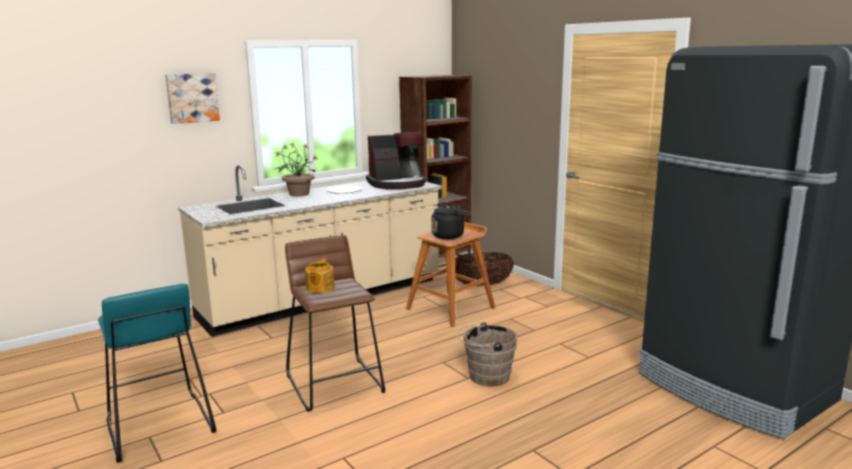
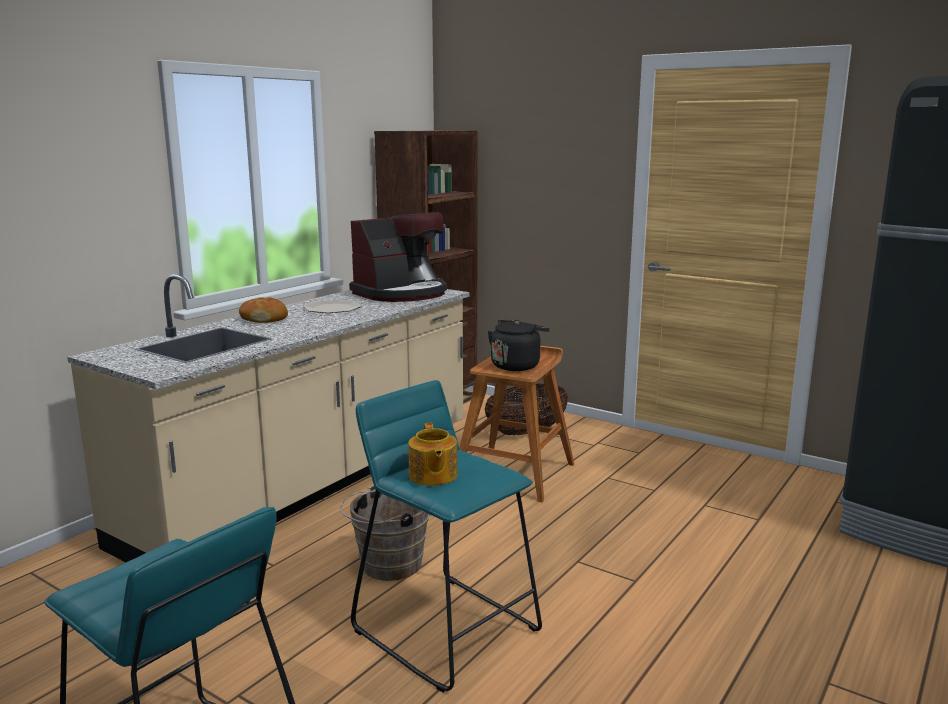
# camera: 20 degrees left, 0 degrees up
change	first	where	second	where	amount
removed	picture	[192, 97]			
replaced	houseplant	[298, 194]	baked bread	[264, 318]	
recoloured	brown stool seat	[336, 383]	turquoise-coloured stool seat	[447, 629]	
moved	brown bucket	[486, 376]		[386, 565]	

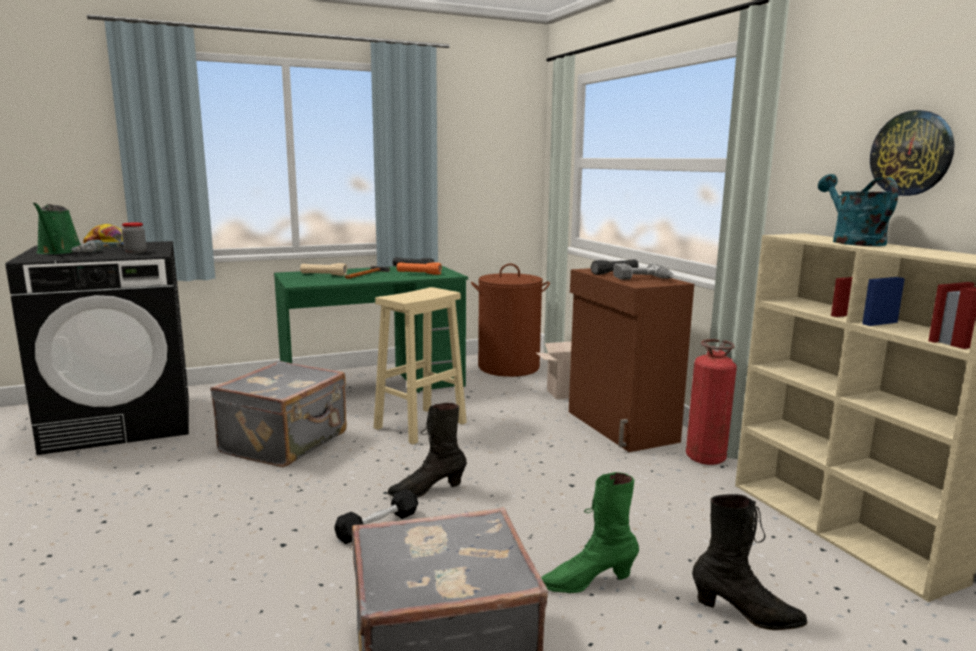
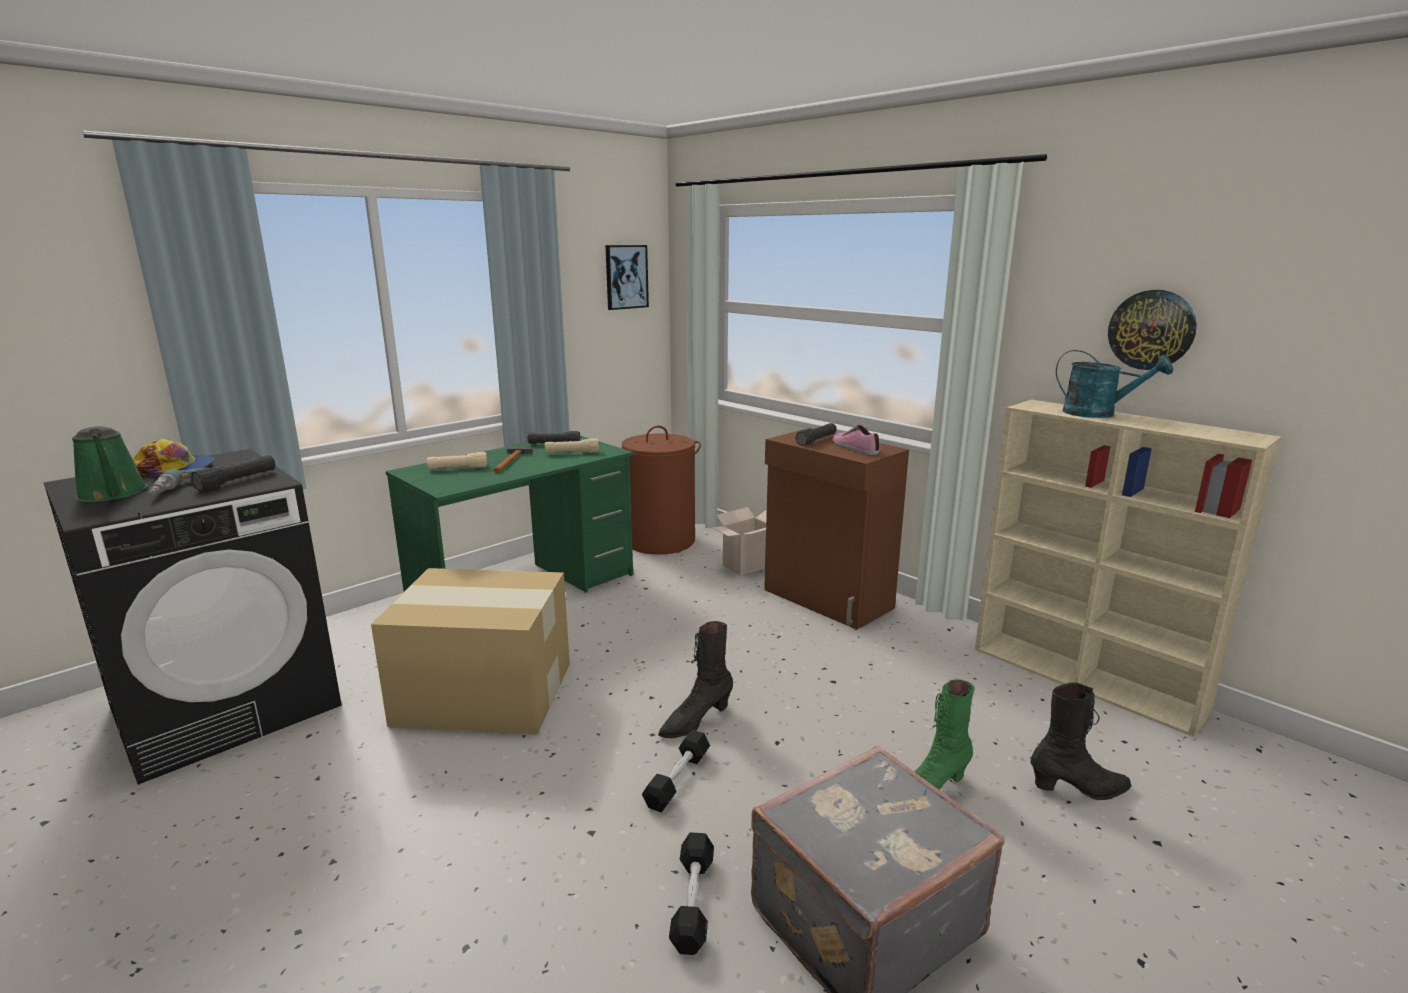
# camera: 20 degrees left, 5 degrees up
change	first	where	second	where	amount
turned	turquoise-coloured watering pot	[851, 241]		[1098, 414]	150 degrees clockwise
replaced	storage jar	[135, 252]	blackish flashlight	[237, 481]	
recoloured	orange-coloured flashlight	[419, 273]	beige-coloured flashlight	[572, 453]	
replaced	power drill	[643, 279]	shoe	[855, 447]	
removed	beige-coloured stool seat	[419, 426]			
removed	fire-fighting cylinder	[705, 458]			
replaced	greyish suitcase	[286, 443]	carton	[482, 692]	
added			picture	[626, 277]	
added			blackish free weight	[692, 902]	

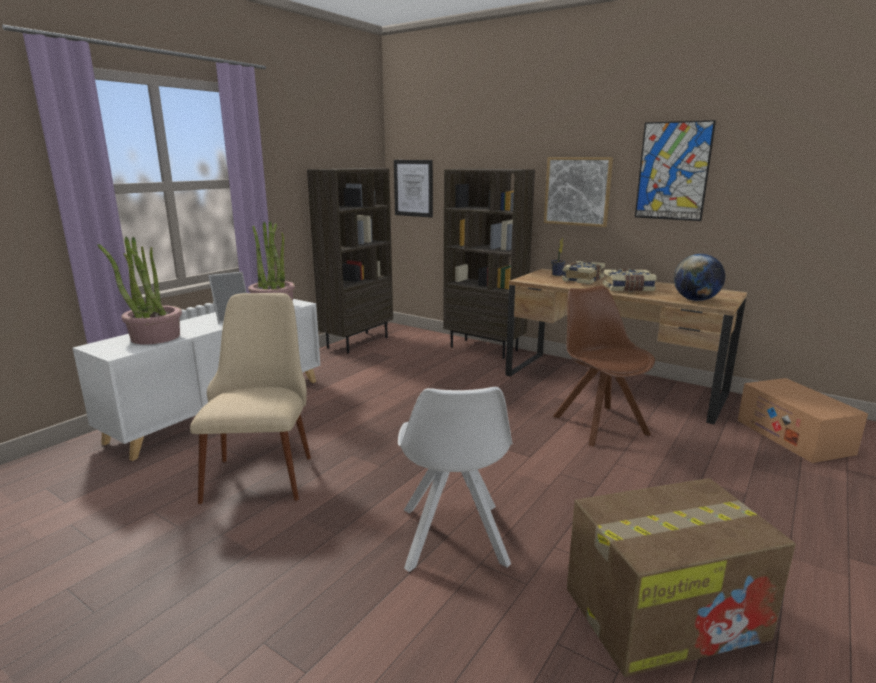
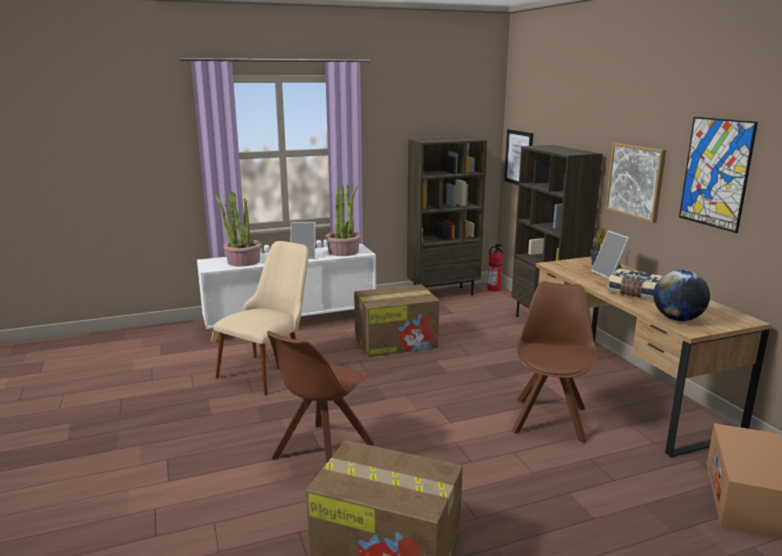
# camera: 35 degrees right, 0 degrees up
change	first	where	second	where	amount
replaced	book	[581, 279]	photo frame	[609, 274]	
recoloured	whitish plain chair	[453, 538]	brown plain chair	[321, 452]	
added			fire-fighting cylinder	[494, 289]	
added			carton	[397, 342]	

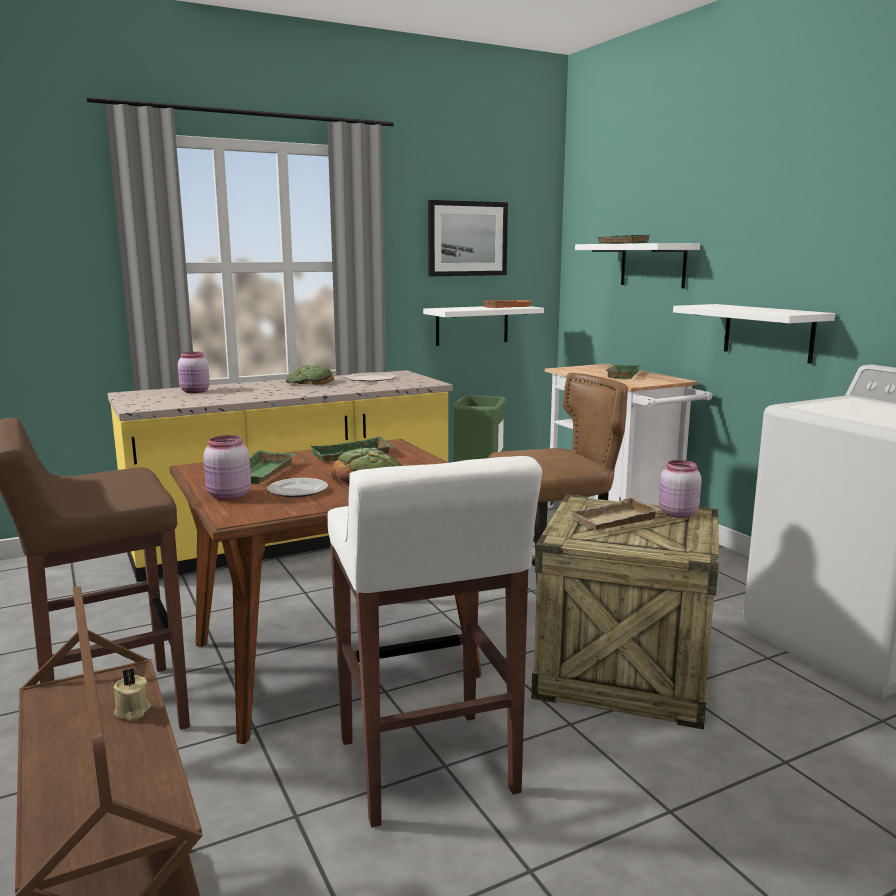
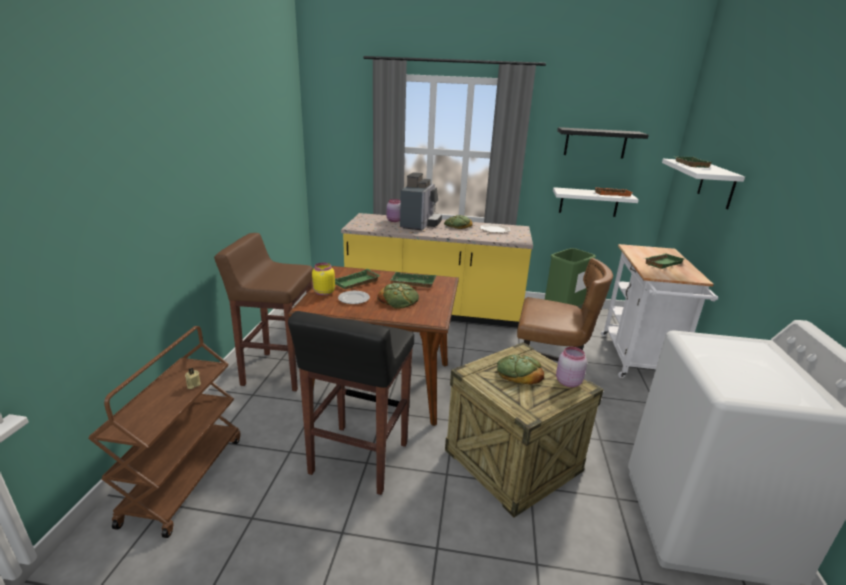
# camera: 35 degrees right, 10 degrees up
change	first	where	second	where	amount
replaced	picture	[467, 238]	blackish bracket shelf	[595, 143]	
removed	whitish bracket shelf	[768, 332]			
recoloured	pink-coloured storage jar	[228, 496]	yellowish storage jar	[323, 293]	
recoloured	whitish stool seat	[427, 768]	blackish stool seat	[358, 459]	
replaced	beige-coloured tray	[615, 521]	baked bread	[519, 372]	
added			coffee brewer	[420, 224]	

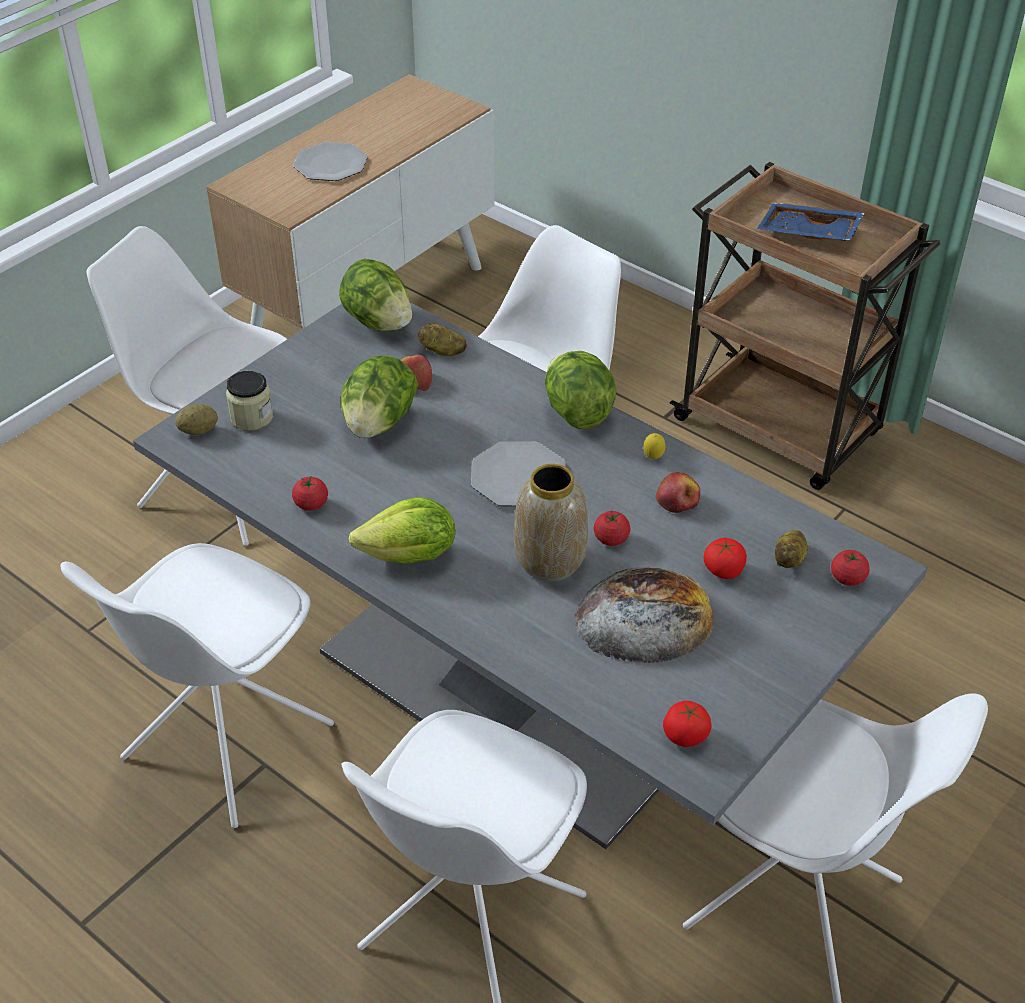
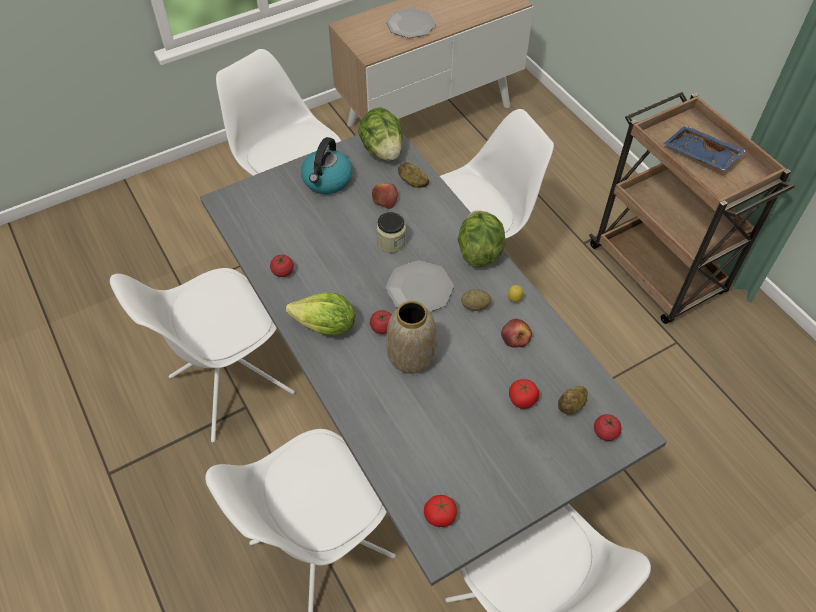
# camera: 20 degrees right, 10 degrees up
change	first	where	second	where	amount
removed	lettuce head	[379, 423]			
moved	storage jar	[252, 417]		[391, 242]	
moved	whole potato	[198, 431]		[475, 306]	
moved	whole tomato	[611, 539]		[382, 327]	
removed	baked bread	[644, 616]			
added			kettle	[327, 180]	

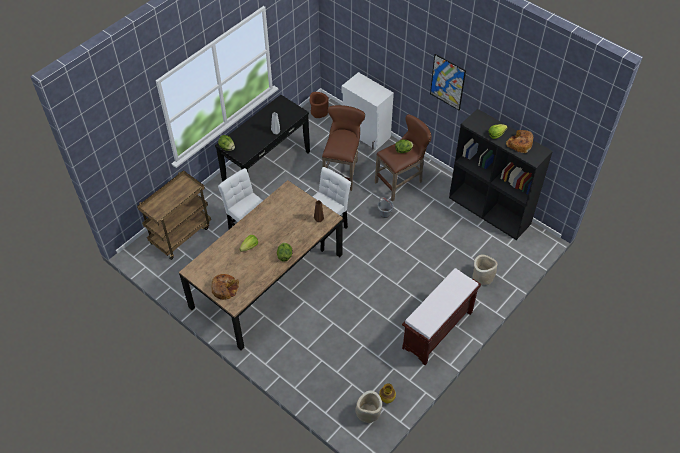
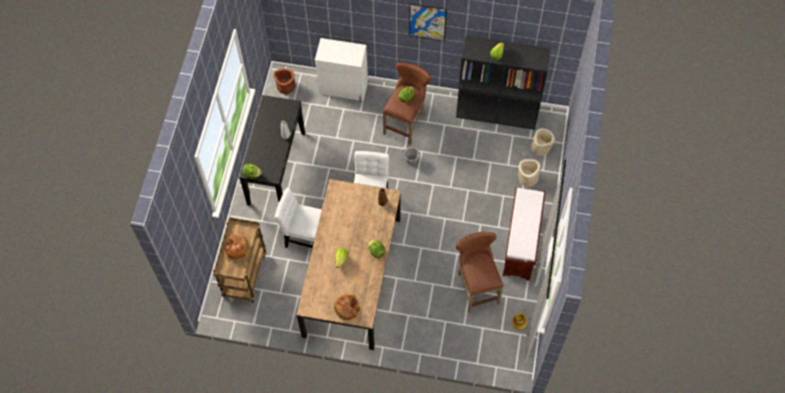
# camera: 30 degrees left, 10 degrees up
change	first	where	second	where	amount
moved	brown stool seat	[342, 171]		[476, 286]	
moved	baked bread	[519, 144]		[236, 248]	
moved	beige-coloured flower pot	[368, 413]		[540, 148]	

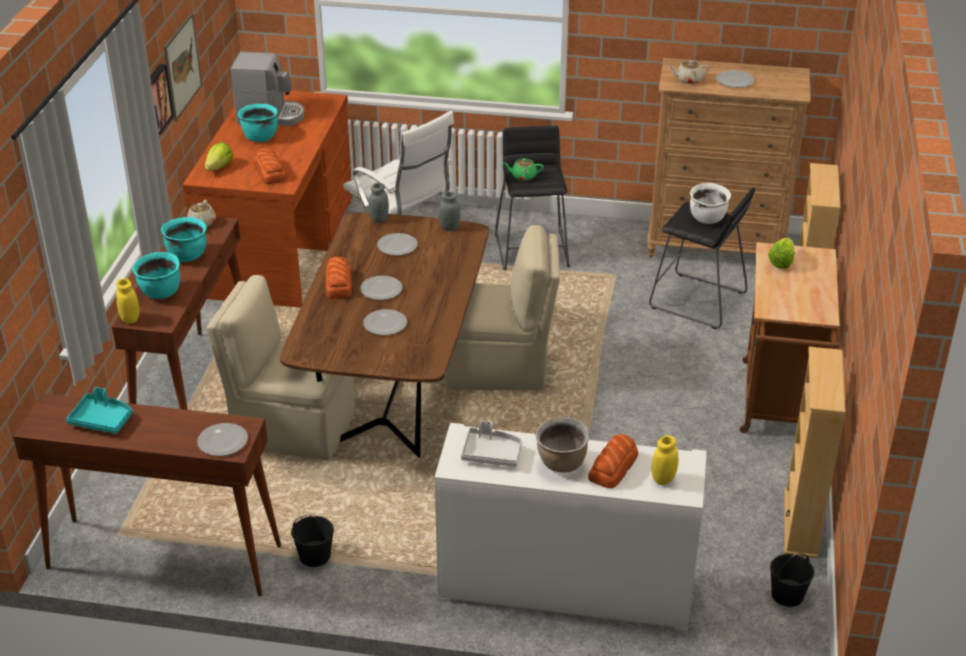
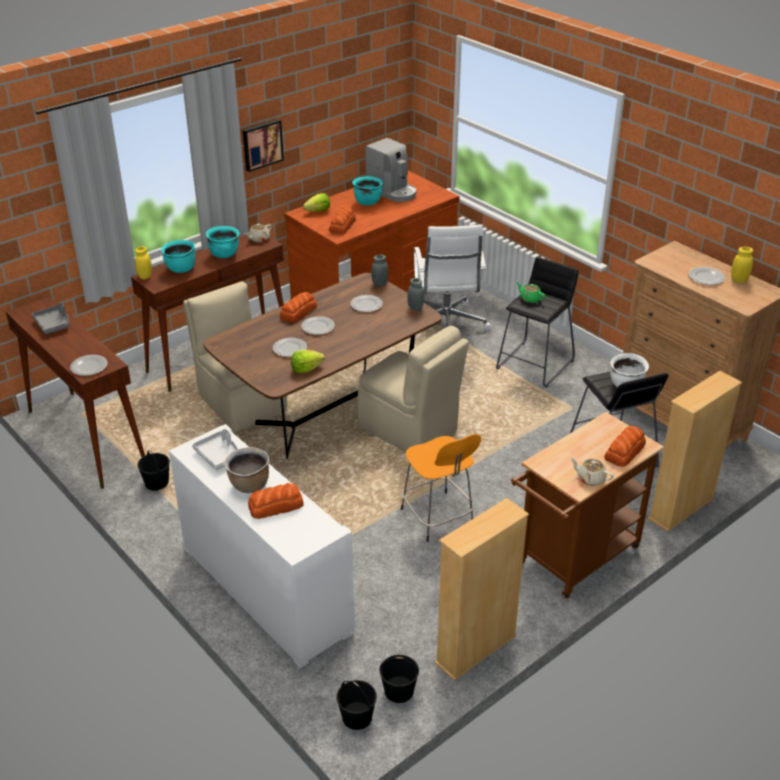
# camera: 40 degrees right, 0 degrees up
change	first	where	second	where	amount
removed	picture	[182, 66]			
moved	beige-coloured teapot	[688, 80]		[590, 478]	
moved	lettuce head	[781, 262]		[306, 369]	
recoloured	turquoise-coloured tray	[102, 420]	greyish tray	[53, 324]	
moved	yellowish storage jar	[663, 479]		[739, 280]	
added			baked bread	[625, 451]	
added			orange-coloured stool seat	[438, 518]	
added			blackish bucket	[356, 717]	

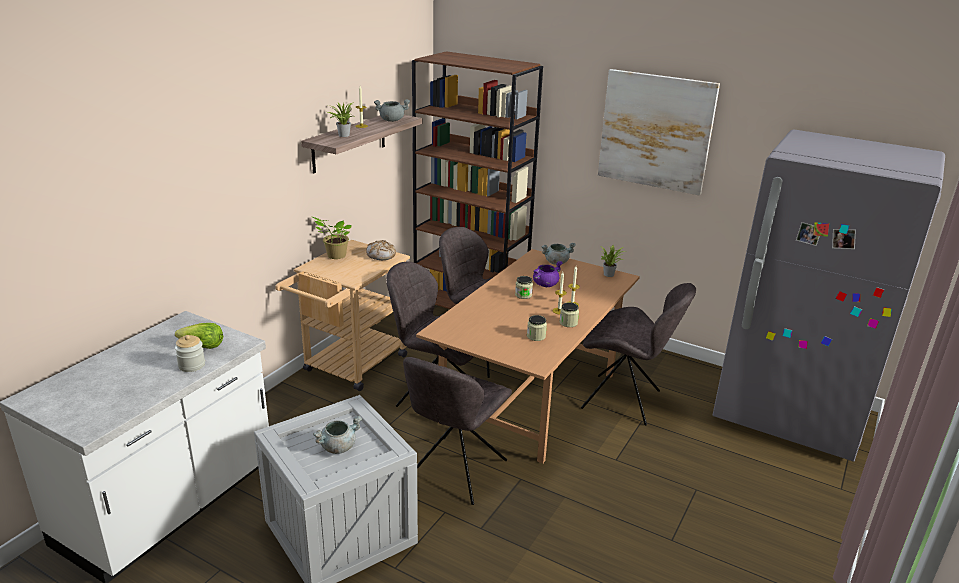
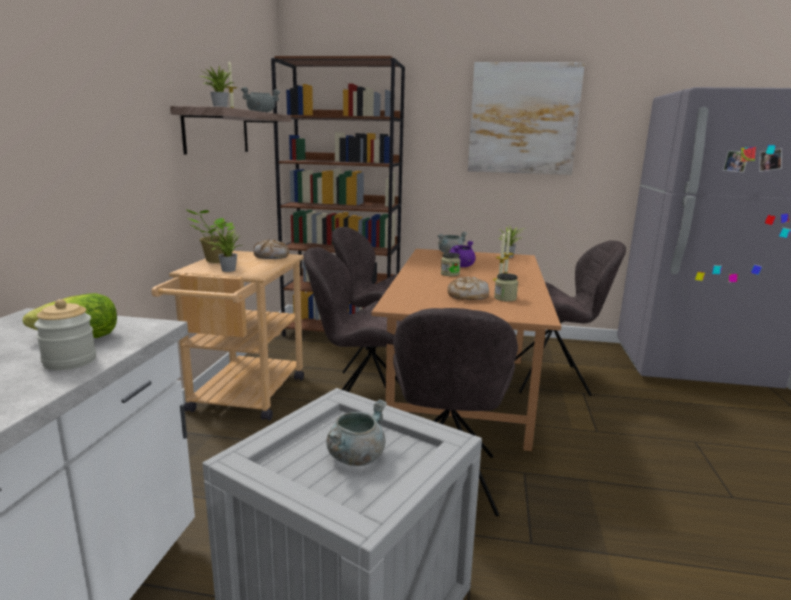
# camera: 20 degrees left, 10 degrees down
change	first	where	second	where	amount
removed	storage jar	[568, 323]			
added			houseplant	[226, 270]	
added			baked bread	[467, 296]	

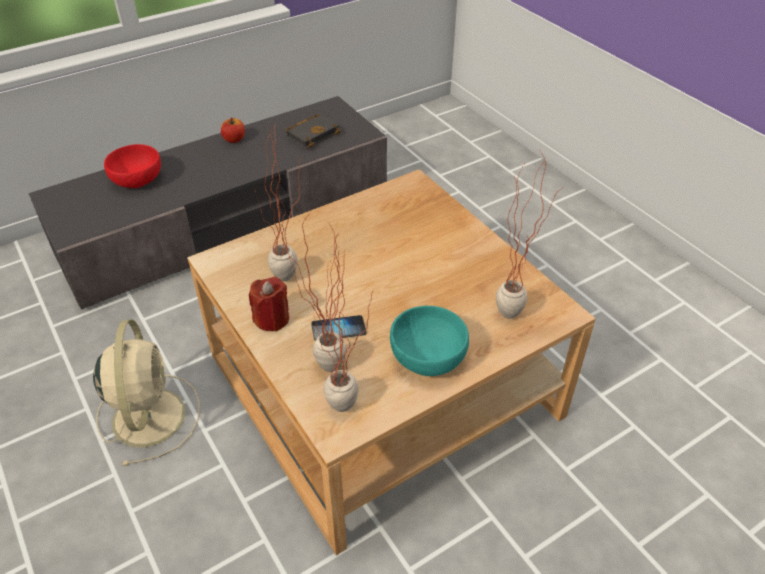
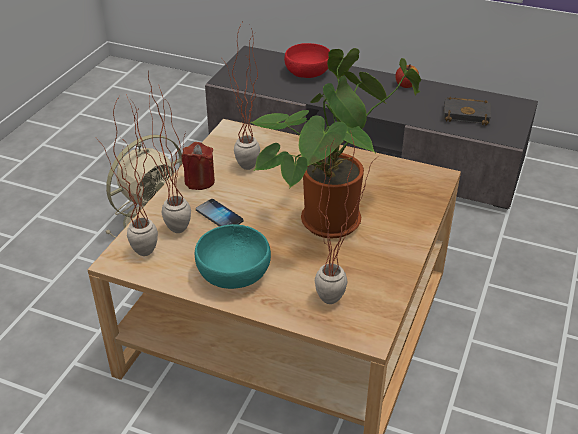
# camera: 55 degrees right, 5 degrees down
change	first	where	second	where	amount
added			houseplant	[331, 217]	

